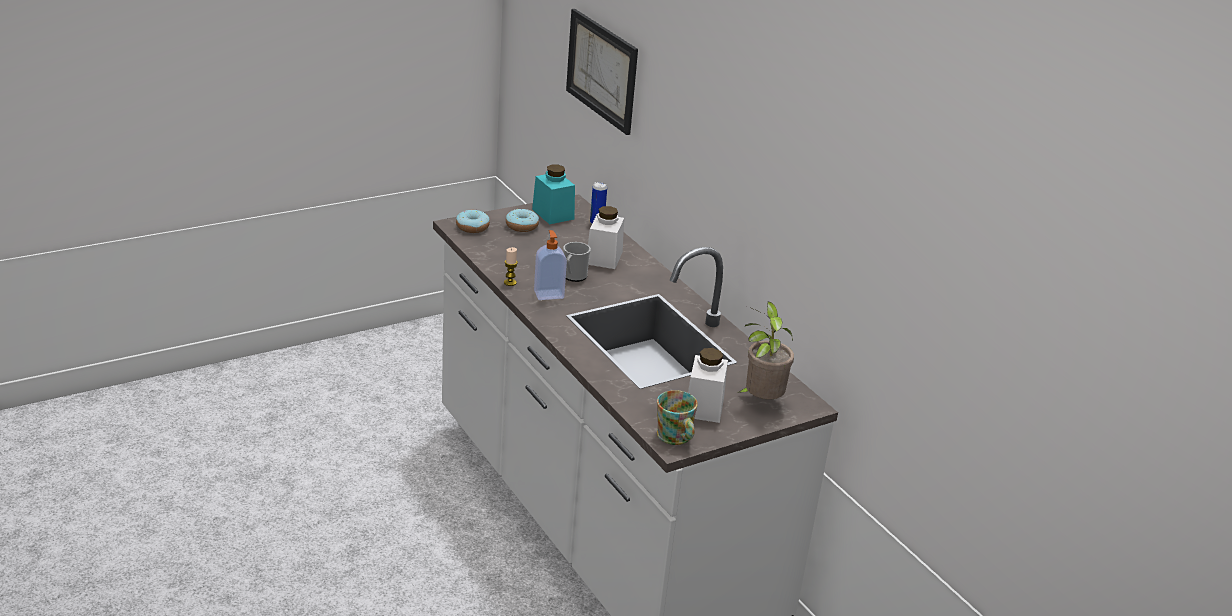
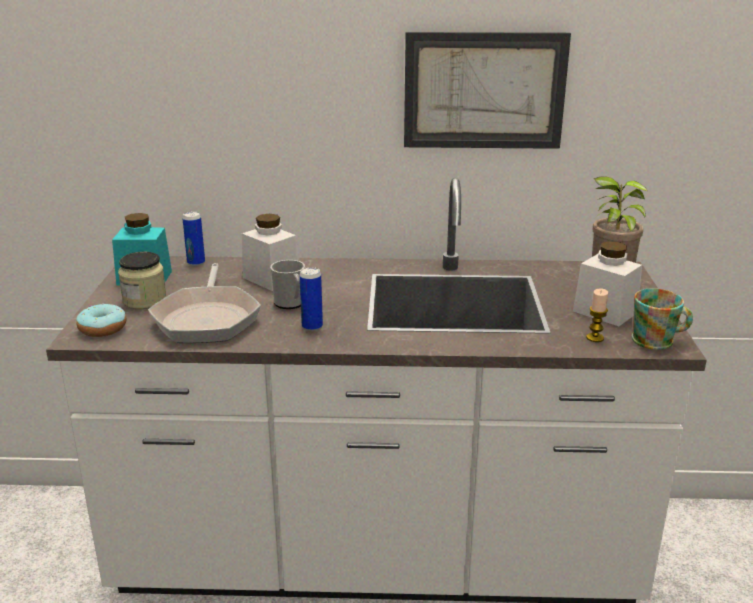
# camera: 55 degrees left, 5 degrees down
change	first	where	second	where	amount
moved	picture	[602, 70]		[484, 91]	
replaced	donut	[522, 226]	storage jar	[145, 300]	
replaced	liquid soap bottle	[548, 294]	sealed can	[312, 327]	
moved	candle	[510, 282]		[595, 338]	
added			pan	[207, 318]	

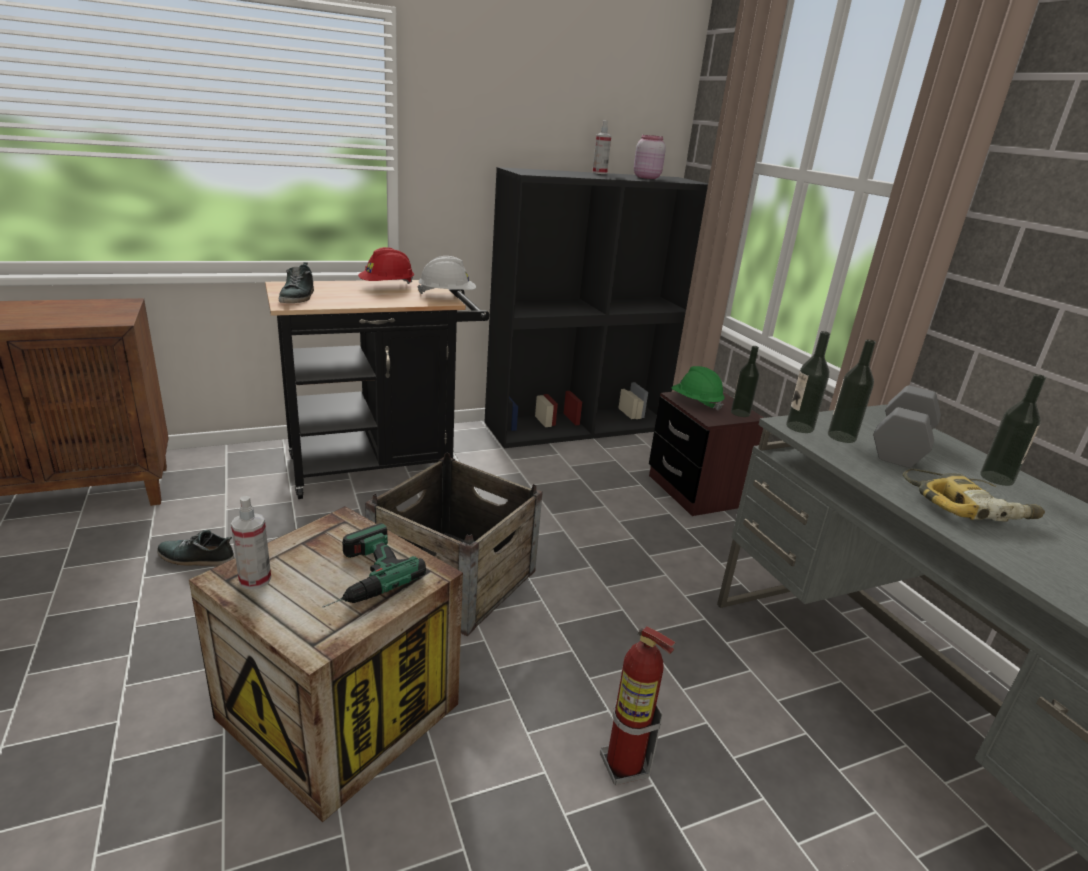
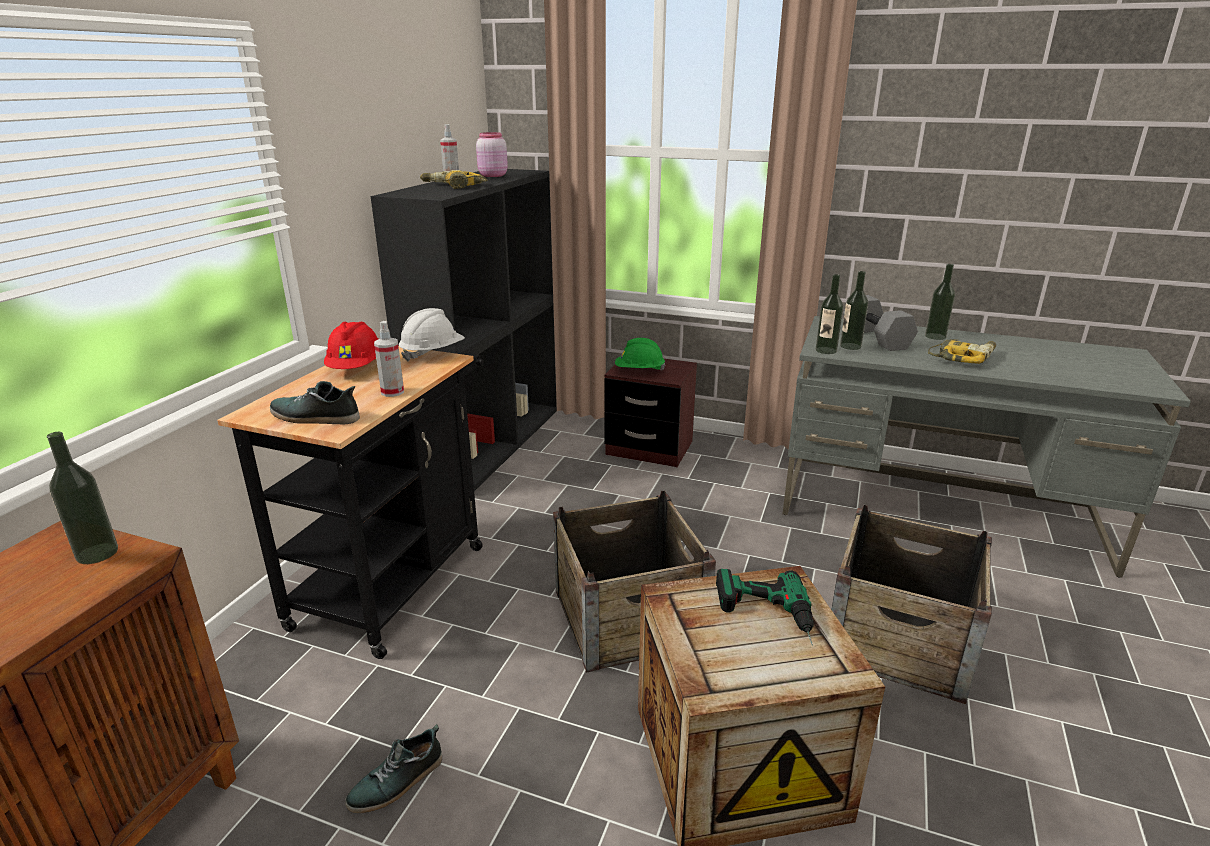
# camera: 45 degrees left, 0 degrees up
change	first	where	second	where	amount
turned	shoe	[298, 296]		[315, 417]	150 degrees clockwise
moved	drink bottle	[740, 413]		[97, 553]	
moved	sprayer	[255, 579]		[392, 392]	
replaced	fire-fighting cylinder	[624, 766]	shipping crate	[899, 638]	
added			power drill	[453, 186]	

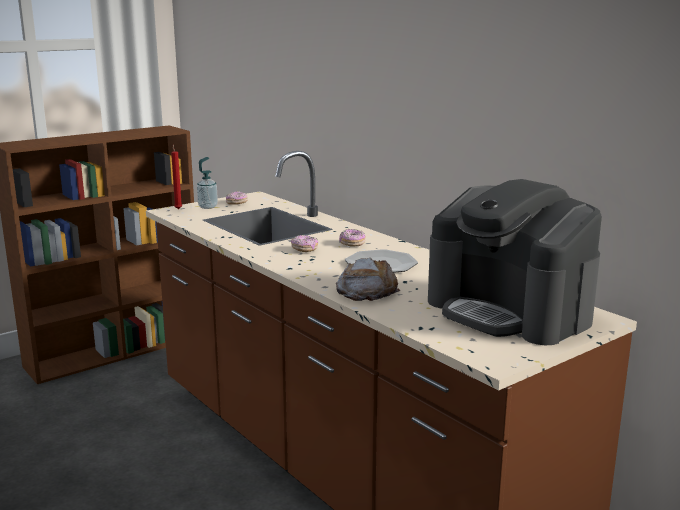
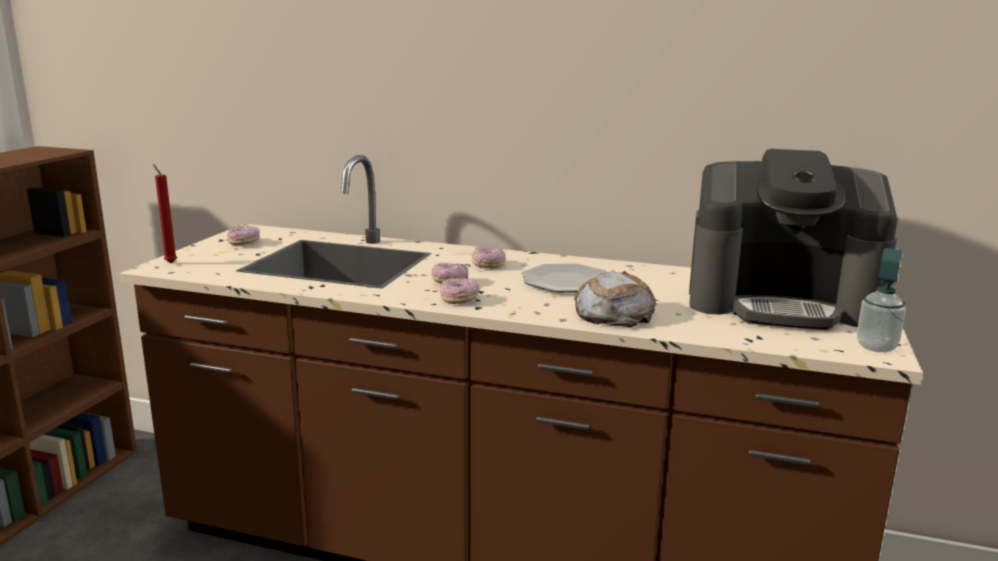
# camera: 35 degrees left, 0 degrees up
change	first	where	second	where	amount
moved	liquid soap bottle	[208, 207]		[876, 346]	
added			donut	[459, 299]	

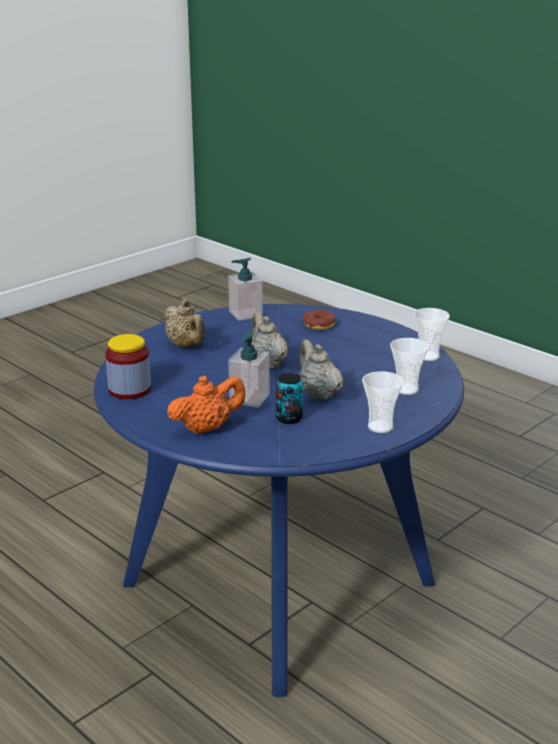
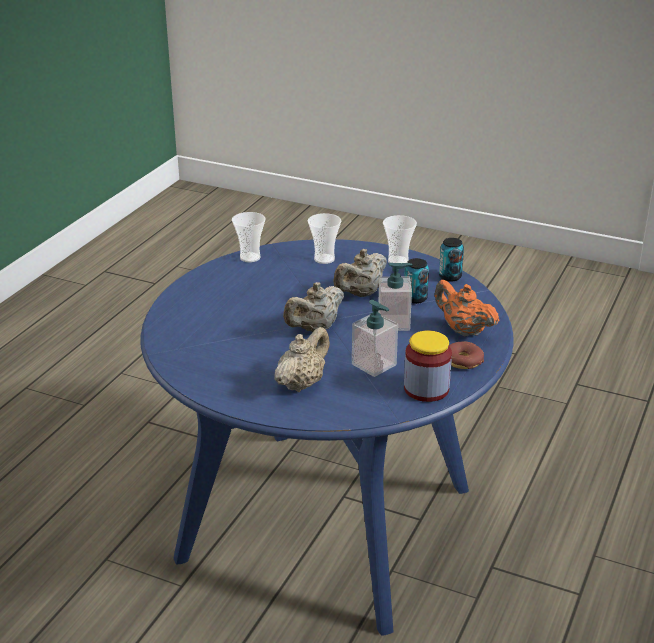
# camera: 110 degrees left, 5 degrees up
change	first	where	second	where	amount
moved	liquid soap bottle	[245, 314]		[374, 365]	
moved	donut	[319, 325]		[463, 361]	
added			sealed can	[450, 276]	

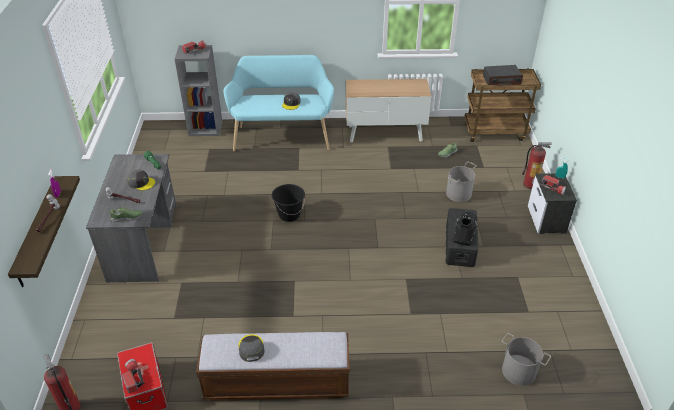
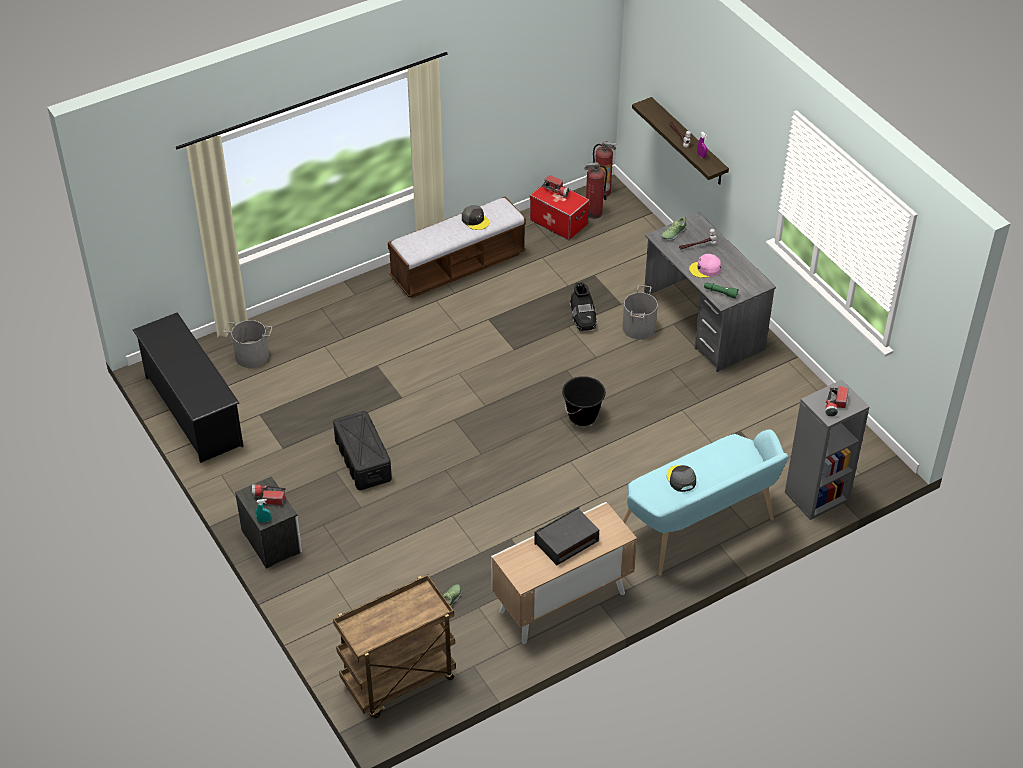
# camera: 150 degrees right, 5 degrees up
change	first	where	second	where	amount
moved	radio	[501, 81]		[566, 542]	
moved	fire-fighting cylinder	[530, 184]		[593, 213]	
moved	greyish bucket	[459, 194]		[638, 327]	
recoloured	greyish peaked cap	[141, 182]	pink-coloured peaked cap	[705, 269]	
moved	blackish high-top boot	[465, 232]		[583, 317]	
added			blackish shoe shelf	[193, 410]	

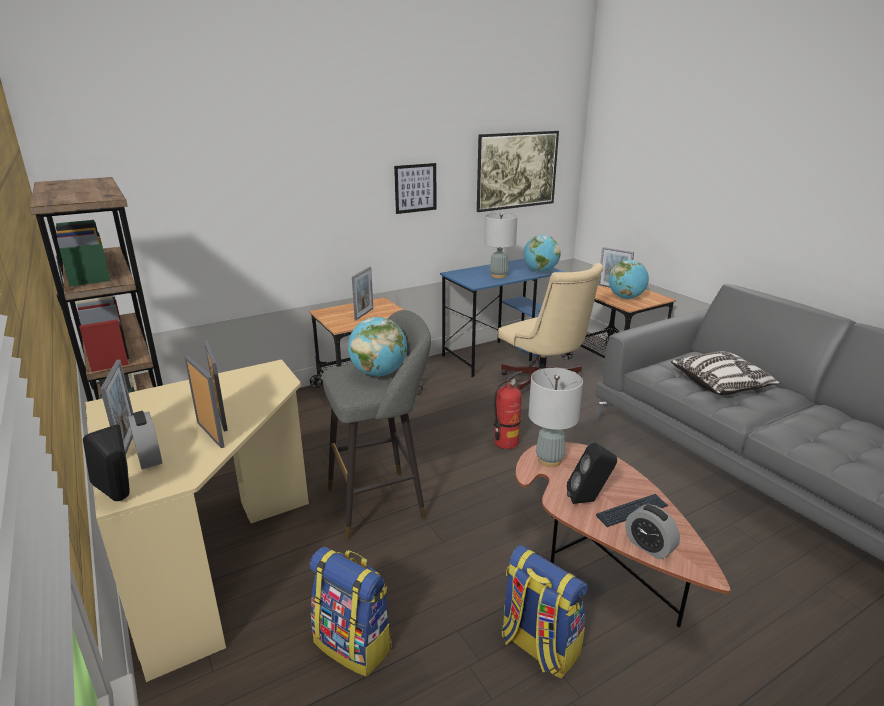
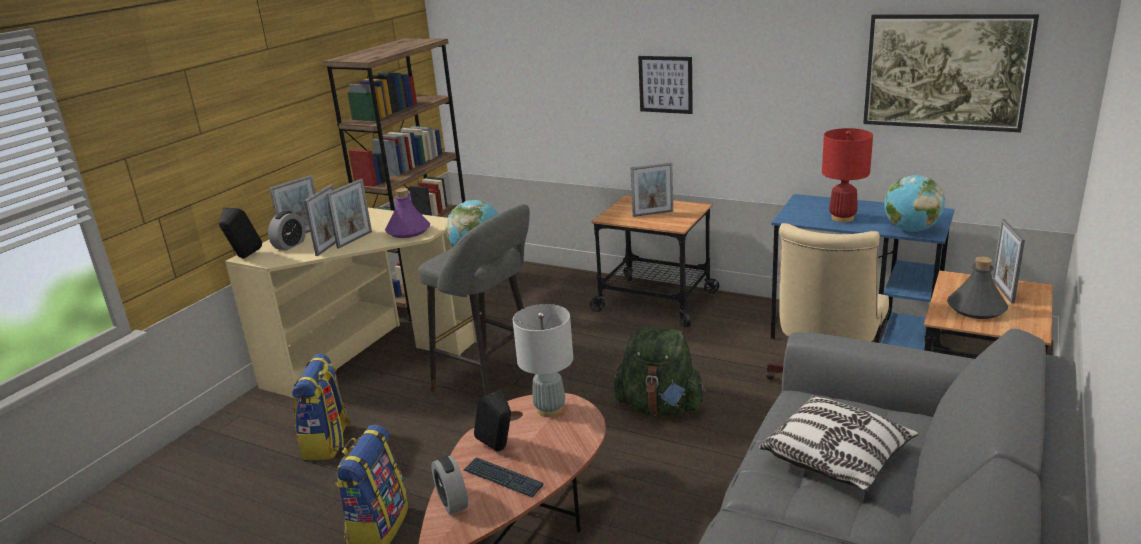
# camera: 60 degrees right, 0 degrees up
change	first	where	second	where	amount
moved	picture	[415, 188]		[665, 84]	
recoloured	greyish lamp for a table	[498, 276]	red lamp for a table	[842, 218]	
replaced	globe	[626, 298]	greyish drink bottle	[976, 309]	
replaced	fire-fighting cylinder	[506, 442]	green backpack	[660, 407]	
turned	alarm clock	[649, 546]		[452, 501]	45 degrees counterclockwise
added			purple drink bottle	[408, 231]	

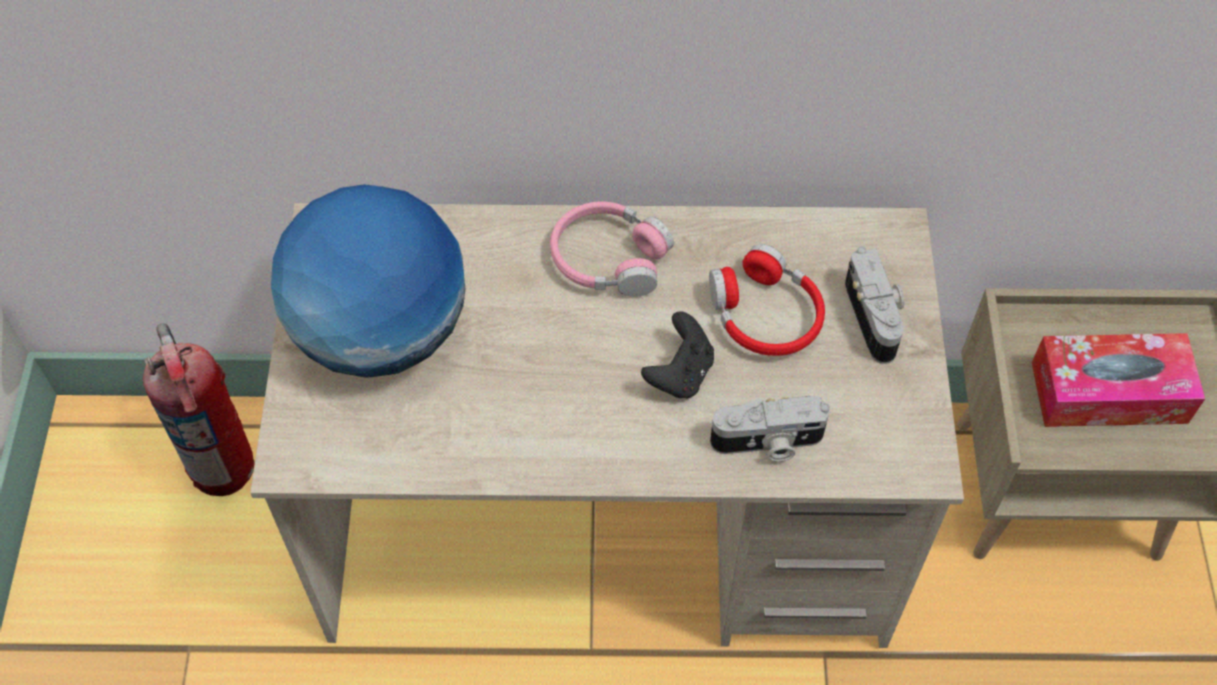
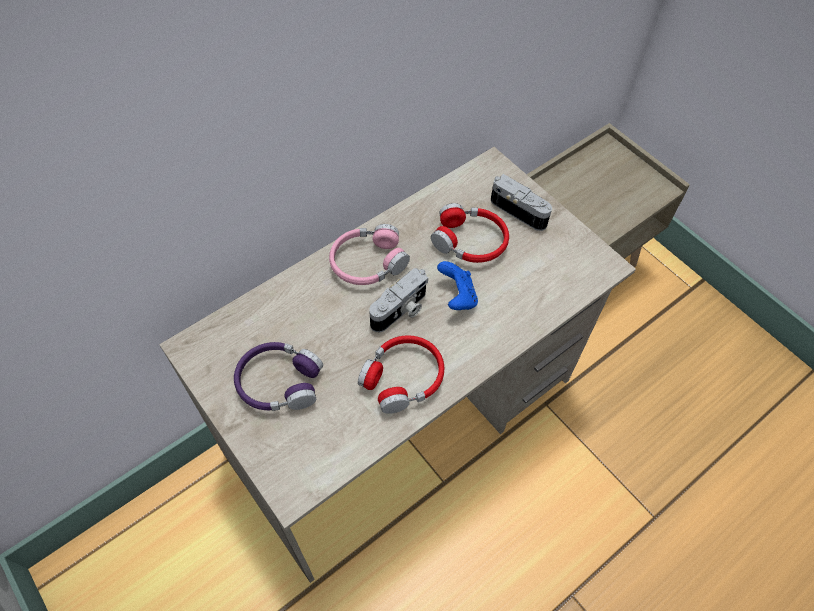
# camera: 40 degrees left, 0 degrees up
change	first	where	second	where	amount
replaced	globe	[381, 333]	purple headset	[279, 382]	
recoloured	blackish gamepad	[680, 373]	blue-coloured gamepad	[457, 297]	
removed	fire-fighting cylinder	[224, 466]			
removed	tissue box	[1109, 392]			
moved	still camera	[768, 443]		[401, 311]	
added			red headset	[403, 378]	

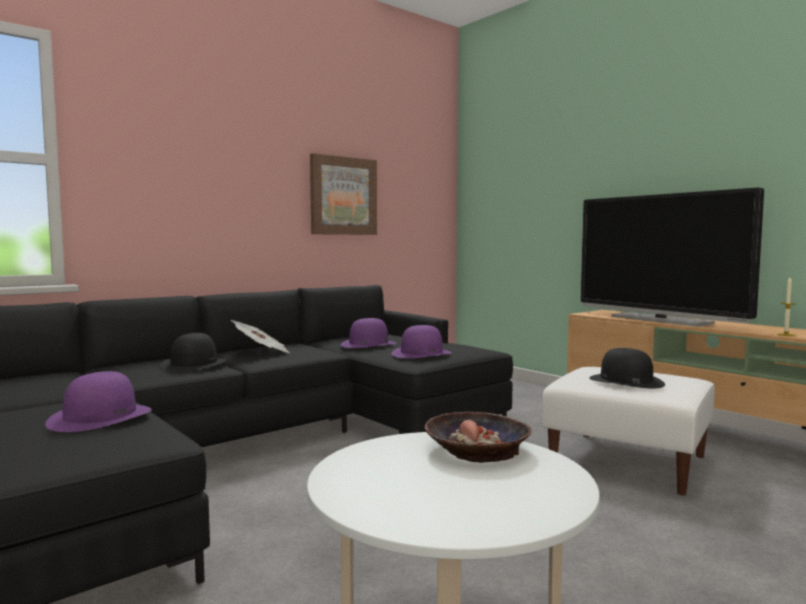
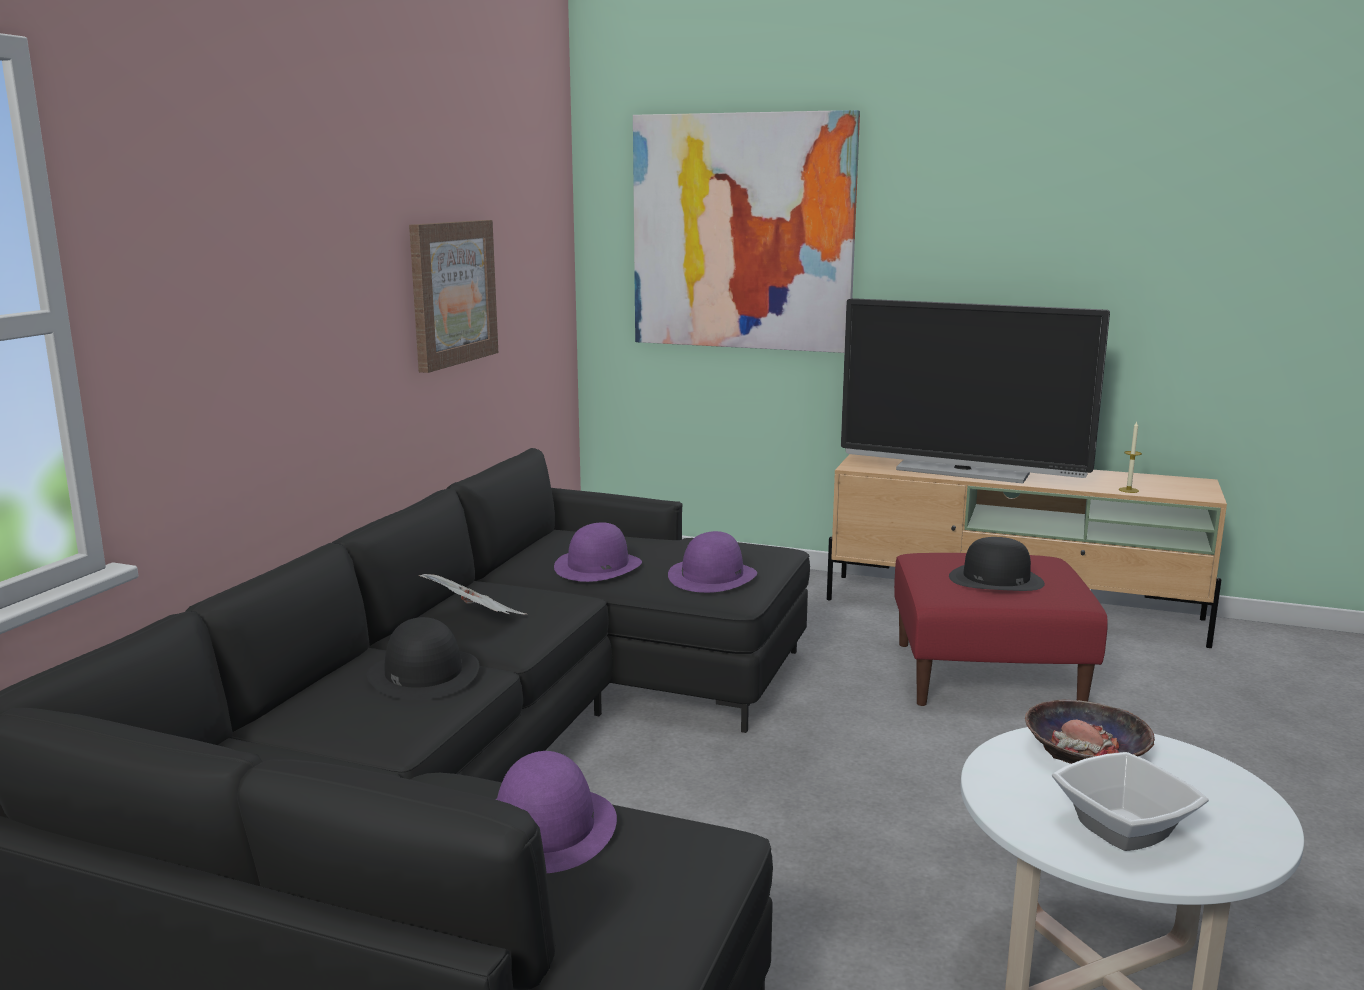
# camera: 30 degrees left, 10 degrees up
change	first	where	second	where	amount
recoloured	whitish footrest	[629, 461]	red footrest	[988, 674]	
added			picture	[742, 232]	
added			deep dish	[1124, 828]	

